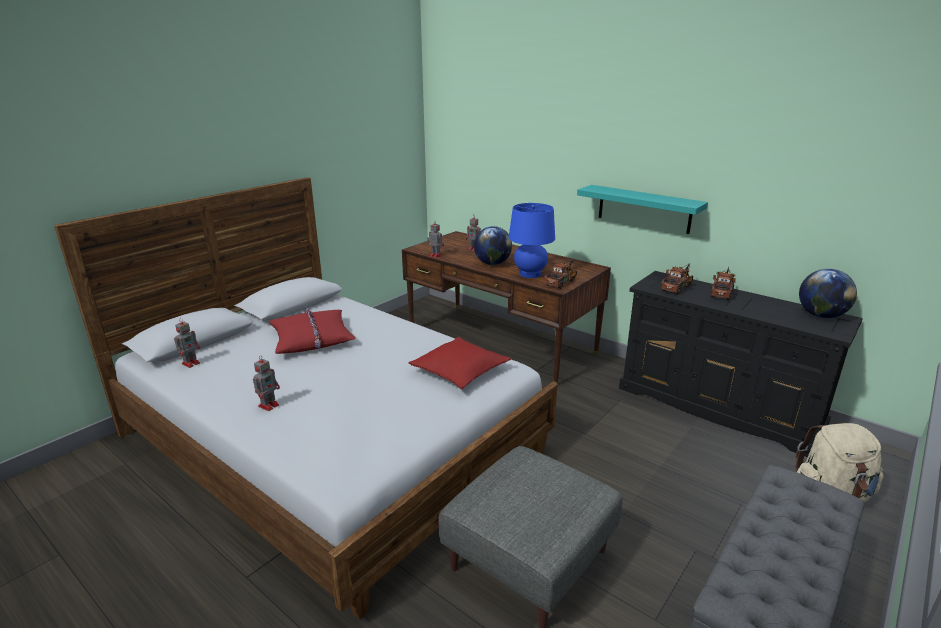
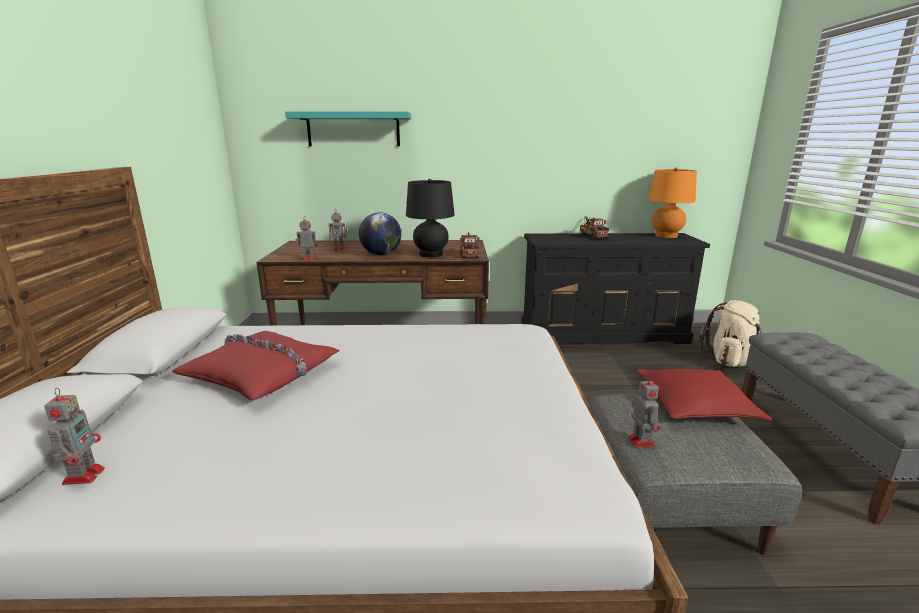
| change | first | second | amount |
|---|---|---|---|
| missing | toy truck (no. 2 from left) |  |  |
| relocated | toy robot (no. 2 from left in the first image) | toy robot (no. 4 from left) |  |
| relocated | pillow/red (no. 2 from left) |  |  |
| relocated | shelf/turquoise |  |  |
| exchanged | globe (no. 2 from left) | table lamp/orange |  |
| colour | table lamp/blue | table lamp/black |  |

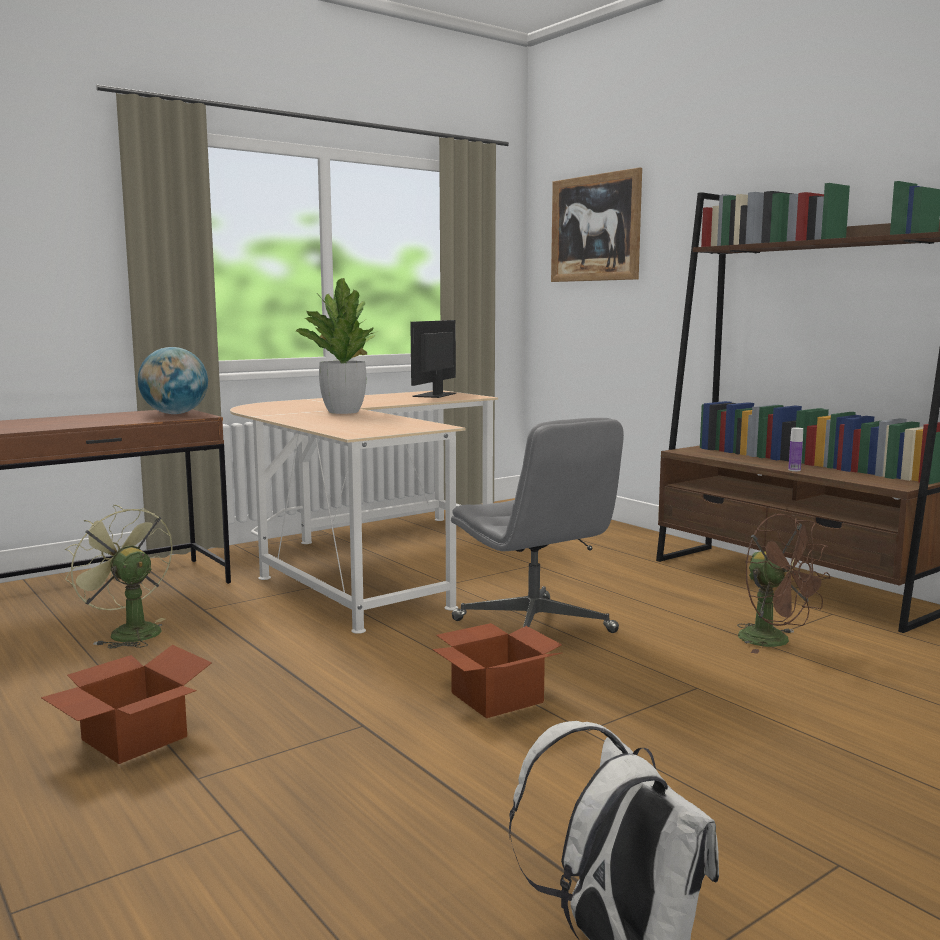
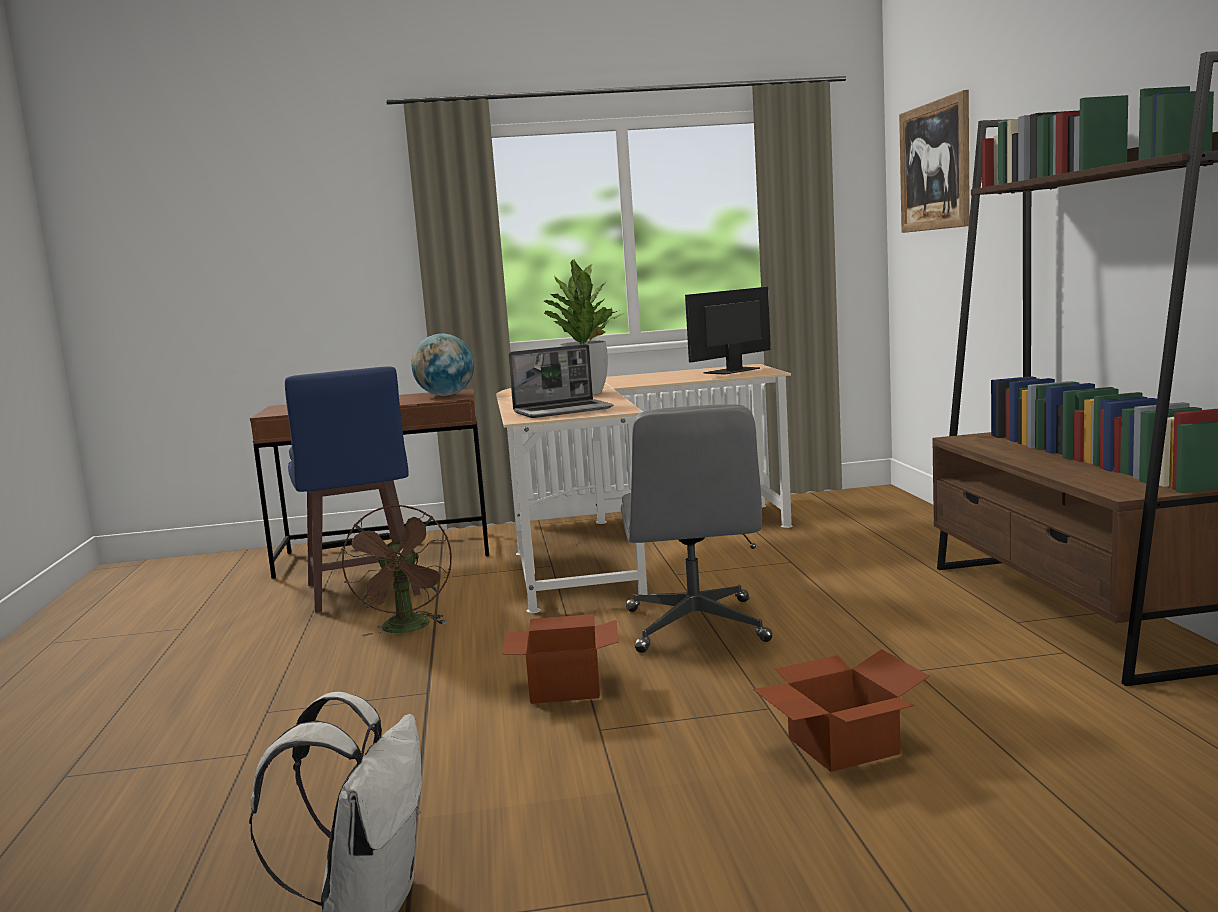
| change | first | second | amount |
|---|---|---|---|
| missing | bottle |  |  |
| appeared |  | laptop |  |
| relocated | cardboard box (no. 1 from left in the first image) | cardboard box (no. 2 from left) |  |
| relocated | fan/brown |  |  |
| exchanged | fan/green | stool/blue |  |

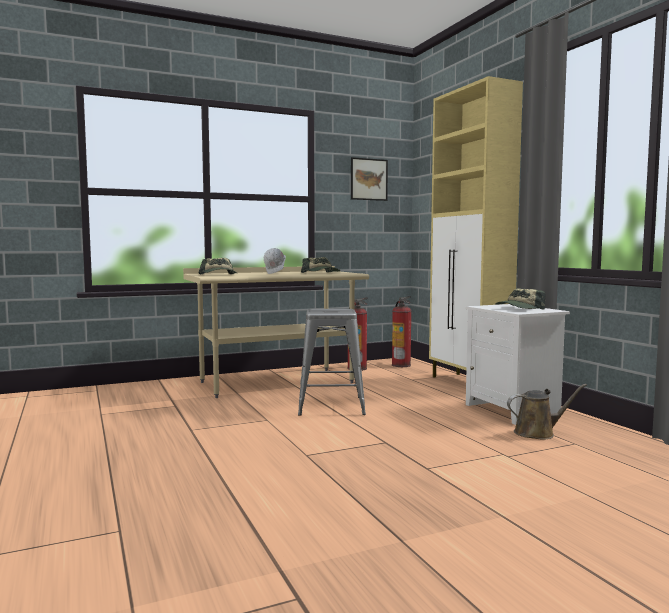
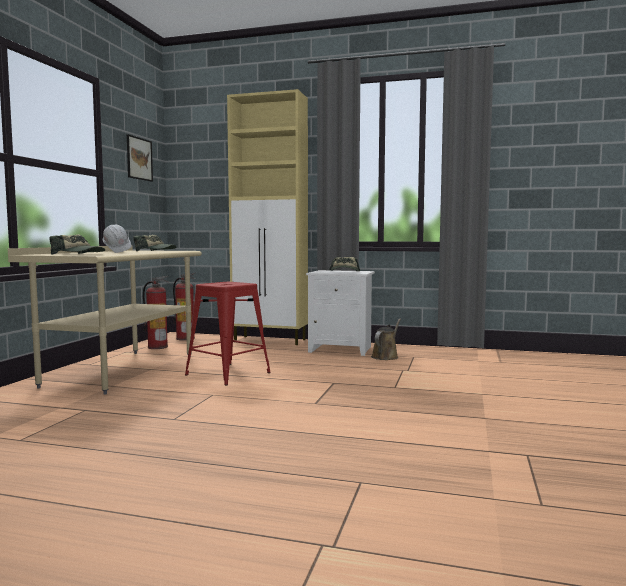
| change | first | second | amount |
|---|---|---|---|
| colour | stool/grey | stool/red |  |

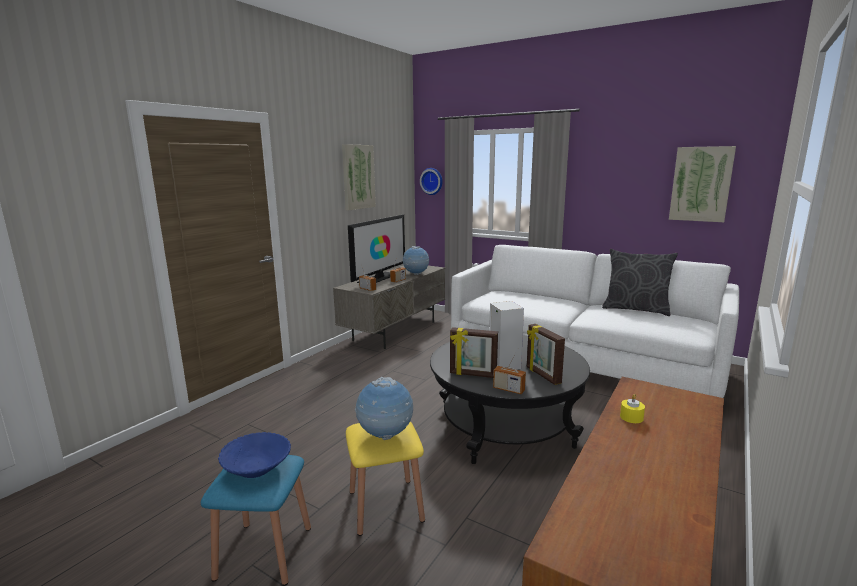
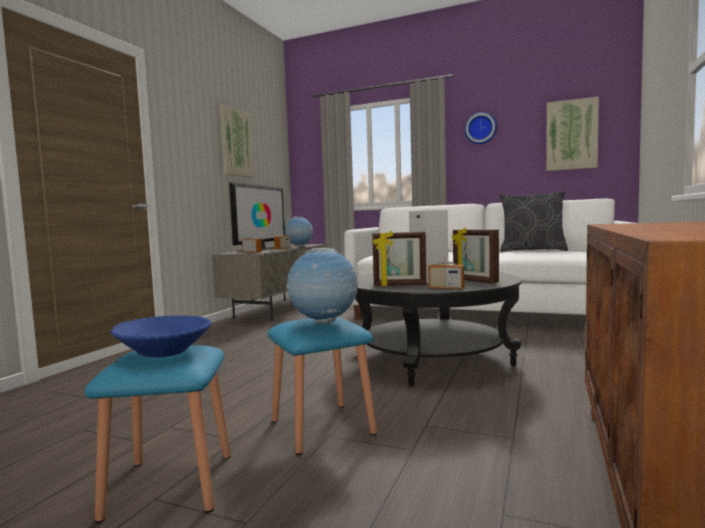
| change | first | second | amount |
|---|---|---|---|
| missing | candle/yellow |  |  |
| relocated | wall clock |  |  |
| colour | stool/yellow | stool/blue (no. 2 from left) |  |

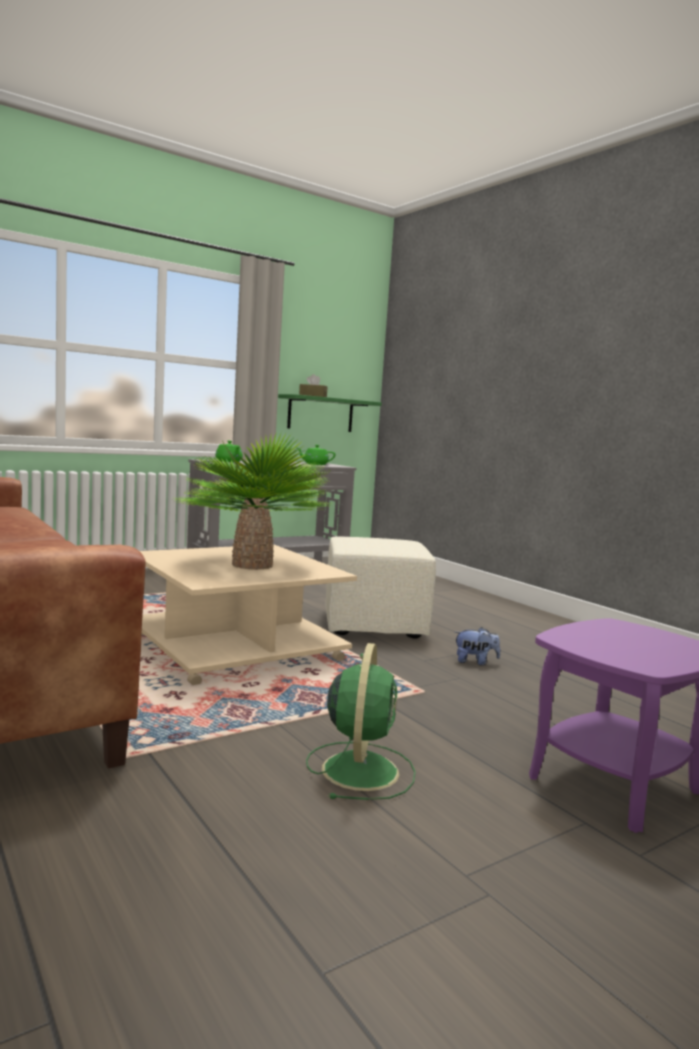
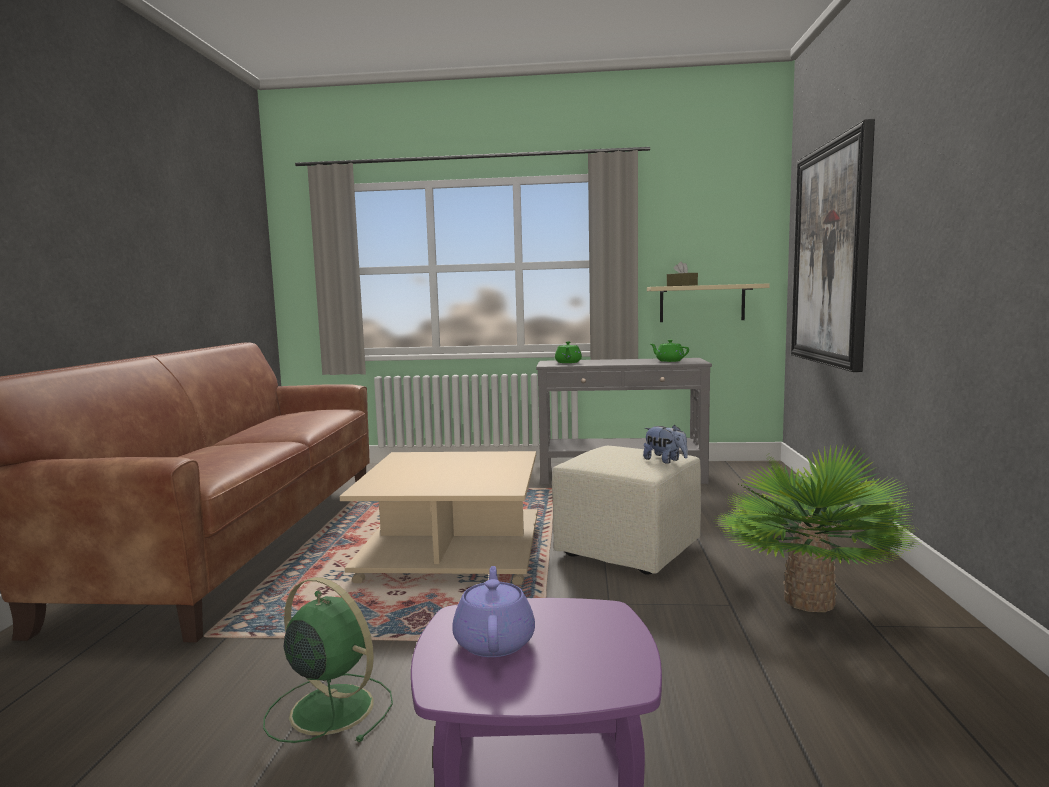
| change | first | second | amount |
|---|---|---|---|
| appeared |  | teapot/purple |  |
| appeared |  | picture |  |
| relocated | potted plant |  |  |
| relocated | plush toy |  |  |
| colour | shelf/green | shelf/beige |  |
| spun | fan/green |  | 105 degrees counterclockwise |

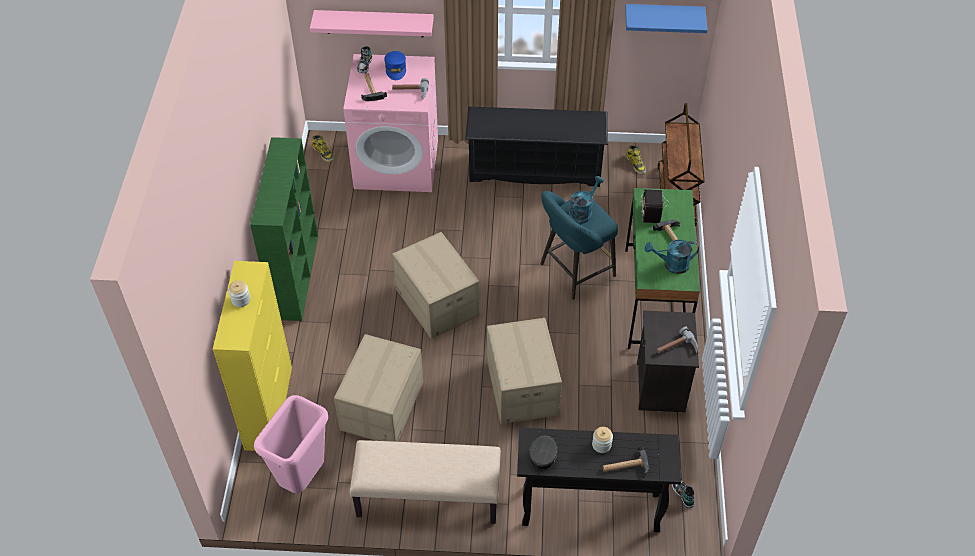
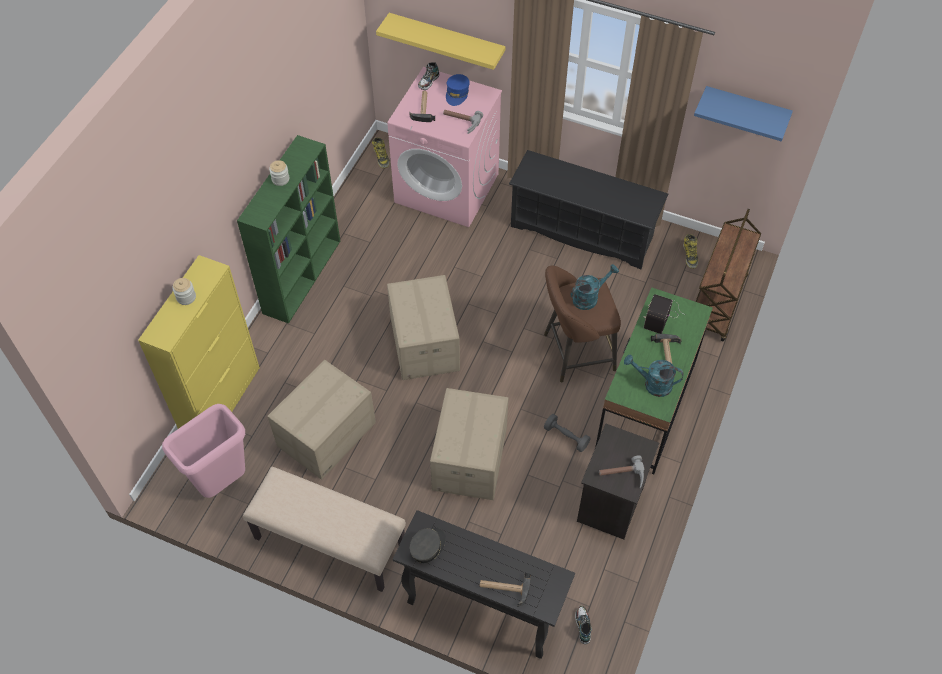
| change | first | second | amount |
|---|---|---|---|
| appeared |  | dumbbell/grey |  |
| relocated | jar (no. 2 from left) |  |  |
| colour | shelf/pink | shelf/yellow |  |
| colour | stool/turquoise | stool/brown |  |

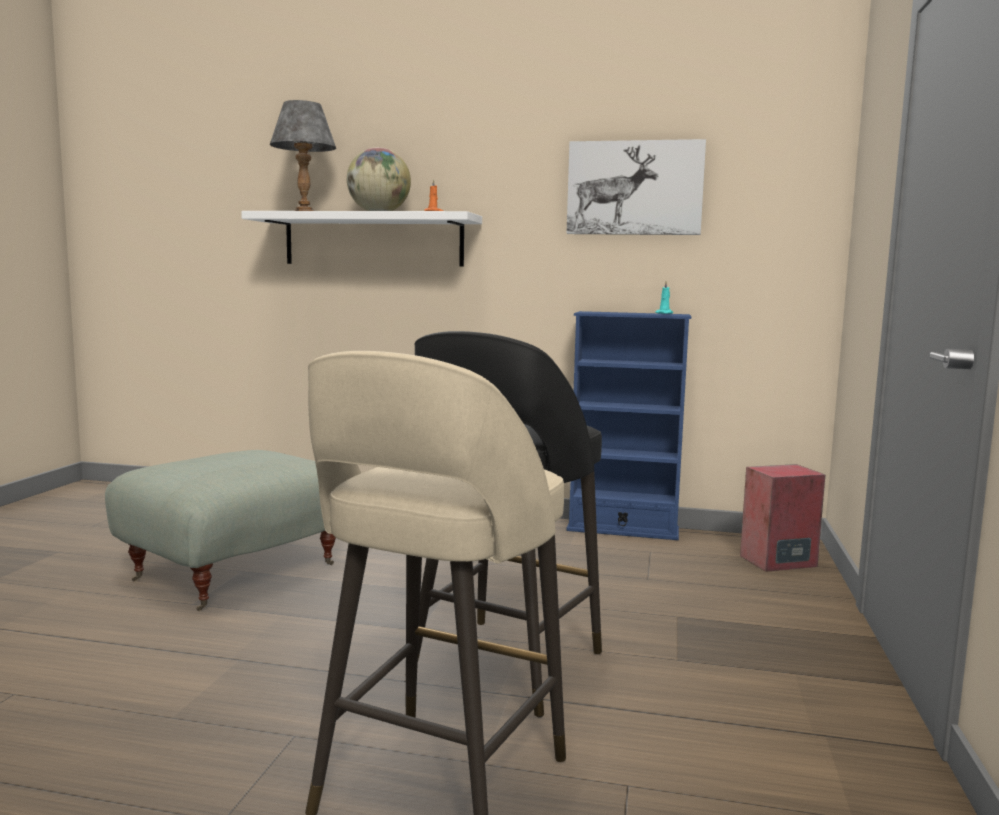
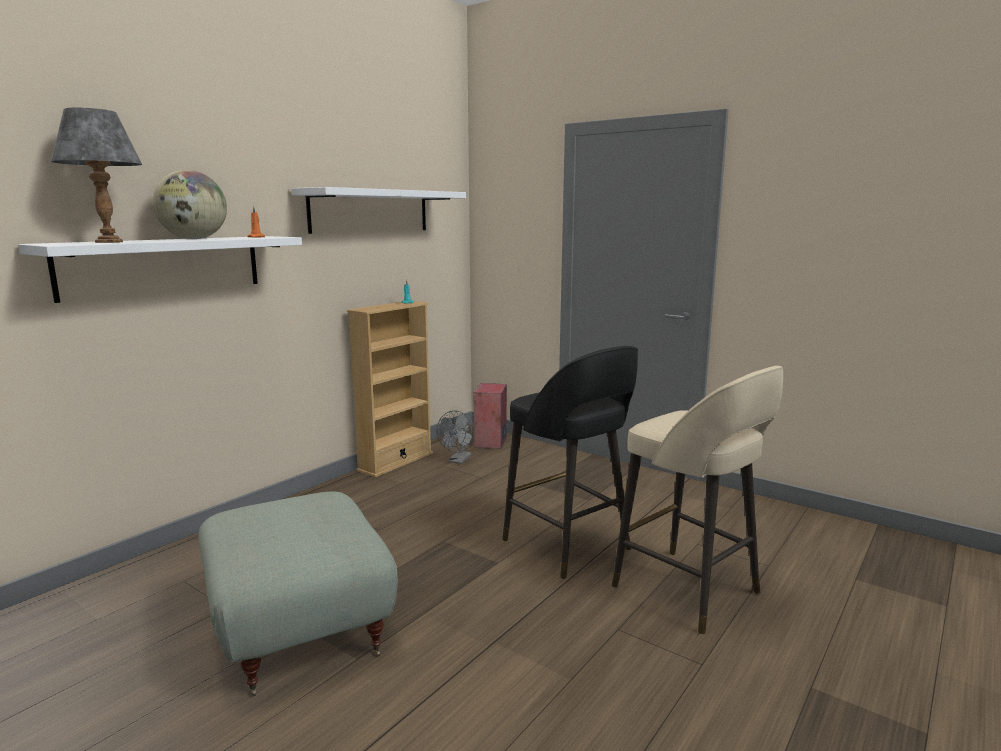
| change | first | second | amount |
|---|---|---|---|
| appeared |  | fan/grey |  |
| exchanged | picture | shelf/white (no. 2 from left) |  |
| colour | bookcase/blue | bookcase/beige |  |

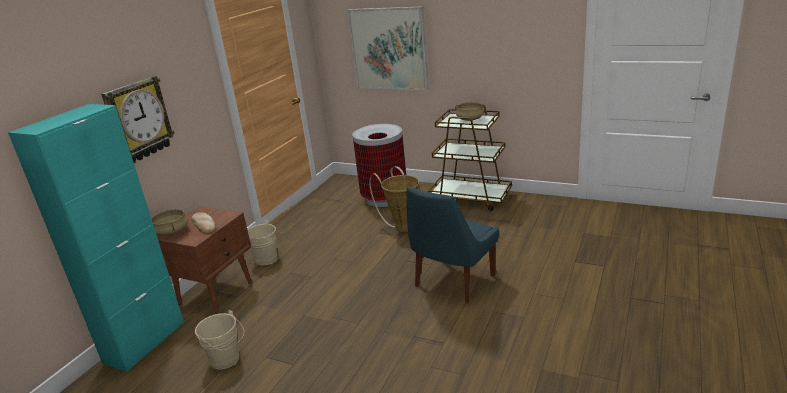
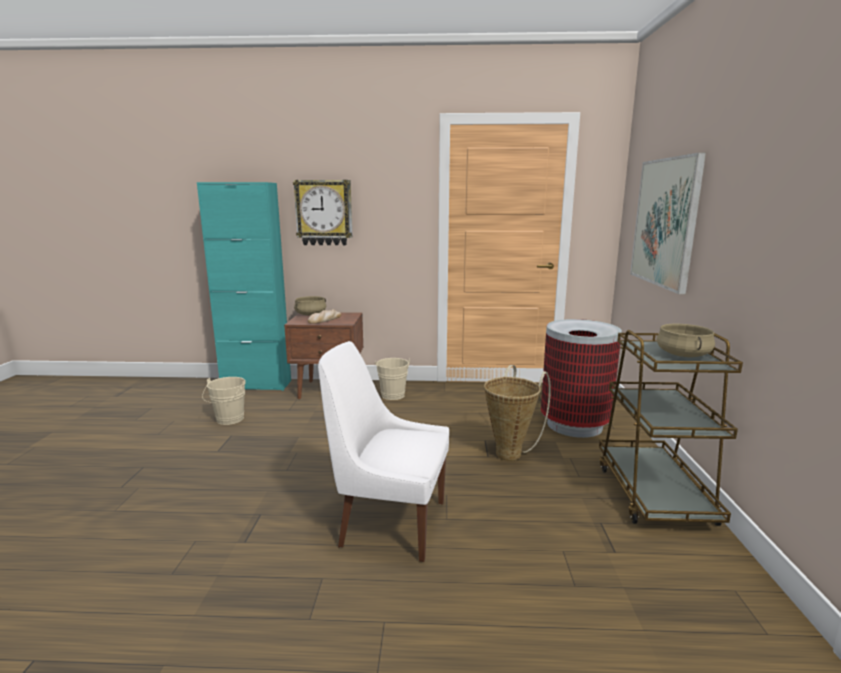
| change | first | second | amount |
|---|---|---|---|
| colour | chair/blue | chair/white |  |

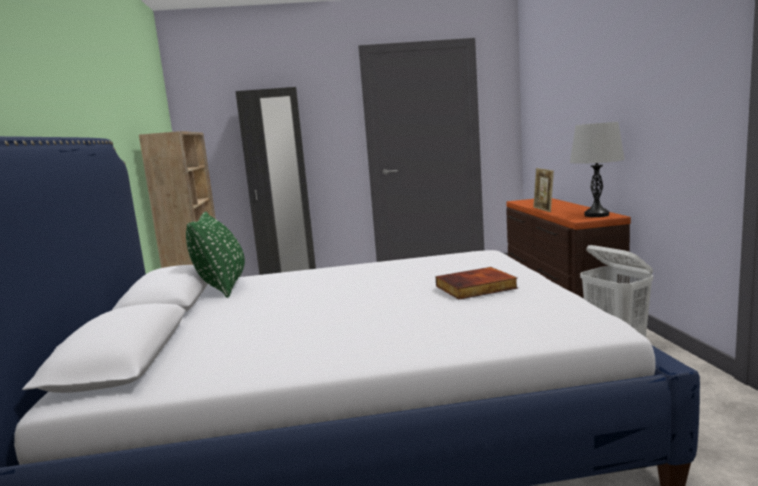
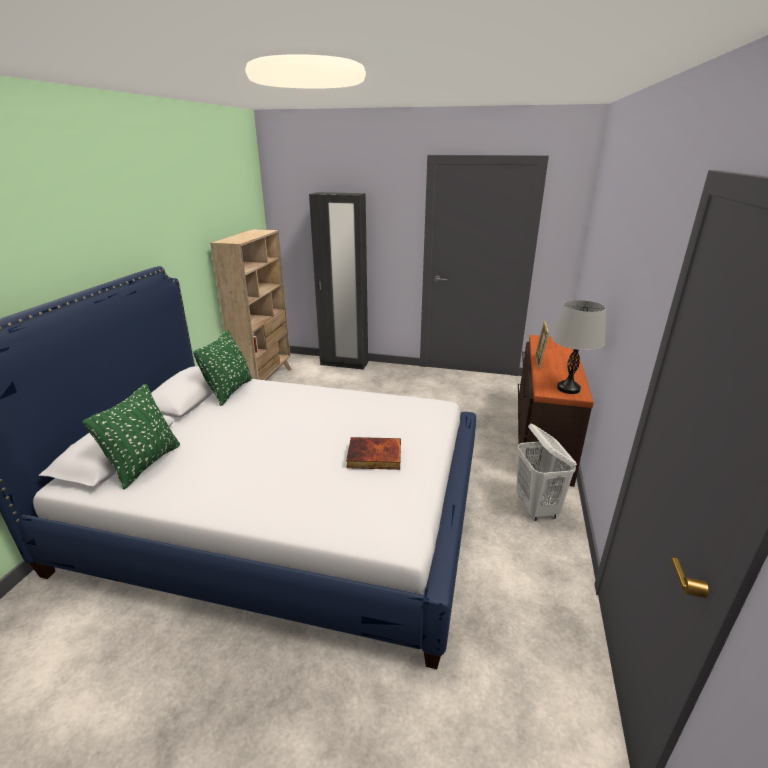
| change | first | second | amount |
|---|---|---|---|
| appeared |  | pillow/green (no. 1 from left) |  |

